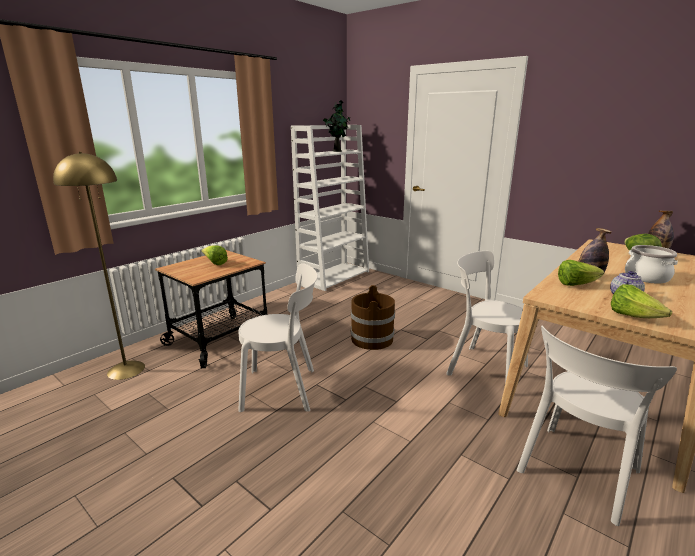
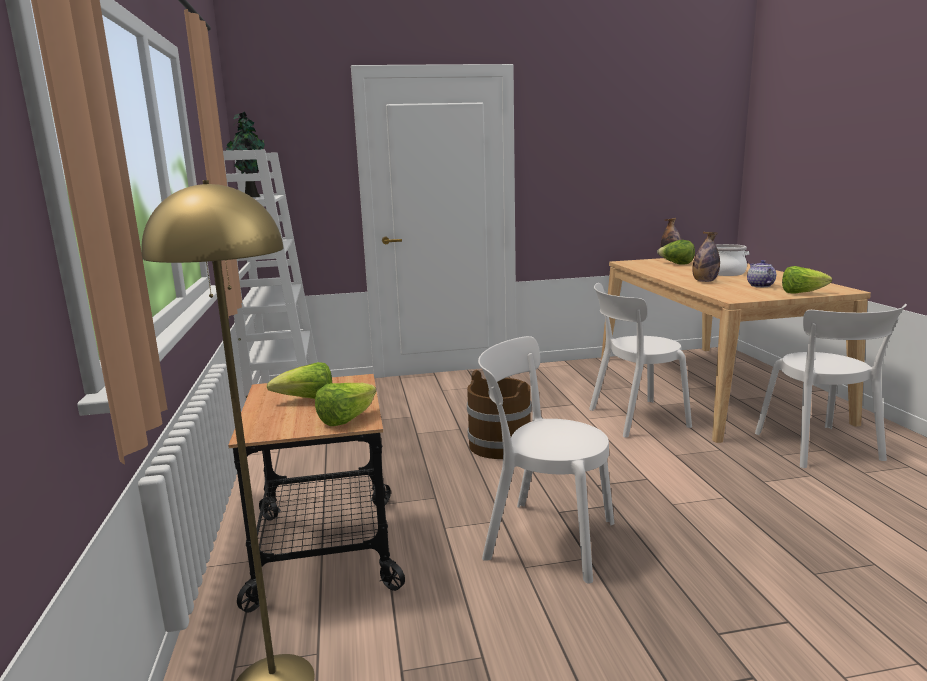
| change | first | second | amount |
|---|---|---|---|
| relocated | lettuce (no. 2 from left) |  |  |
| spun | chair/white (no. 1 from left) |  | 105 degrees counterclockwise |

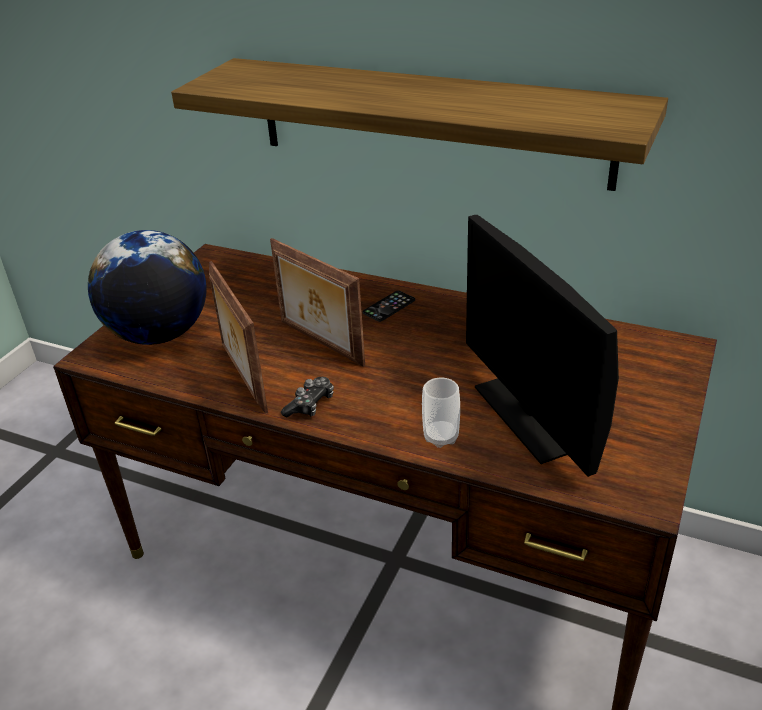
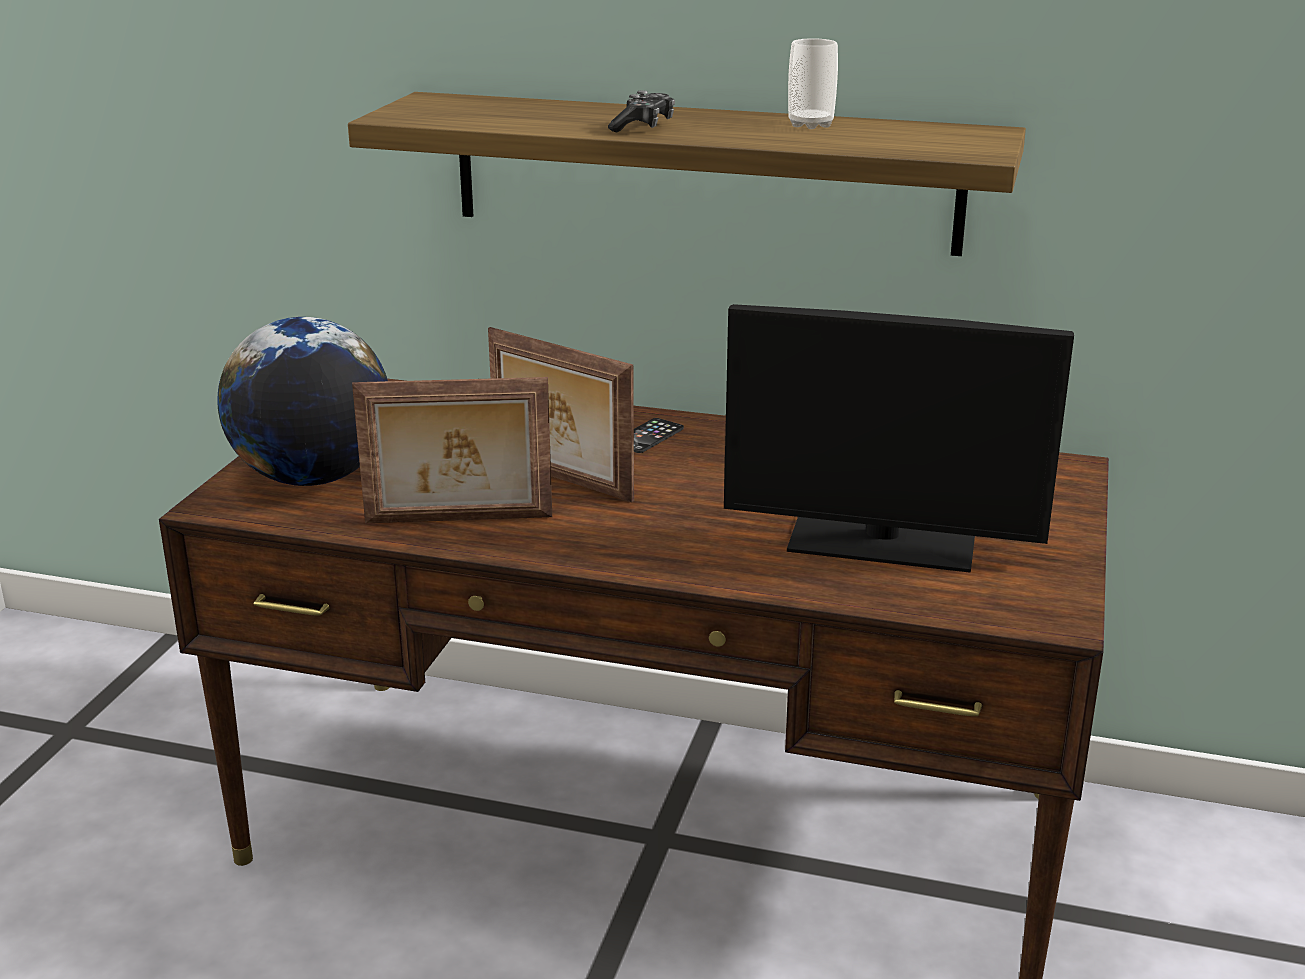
| change | first | second | amount |
|---|---|---|---|
| relocated | game controller |  |  |
| relocated | cup |  |  |
| spun | picture frame (no. 1 from left) |  | 60 degrees counterclockwise |
| spun | monitor |  | 45 degrees counterclockwise |

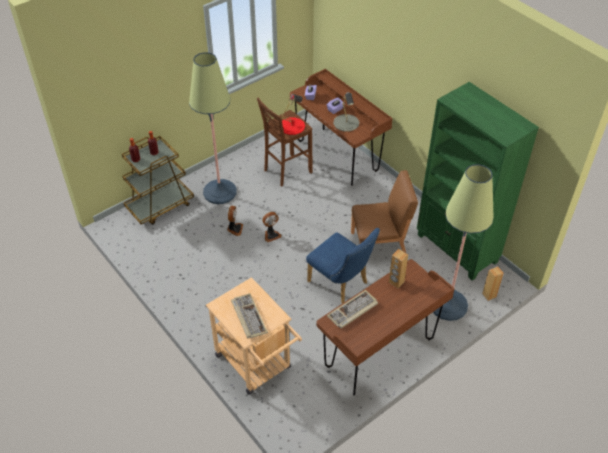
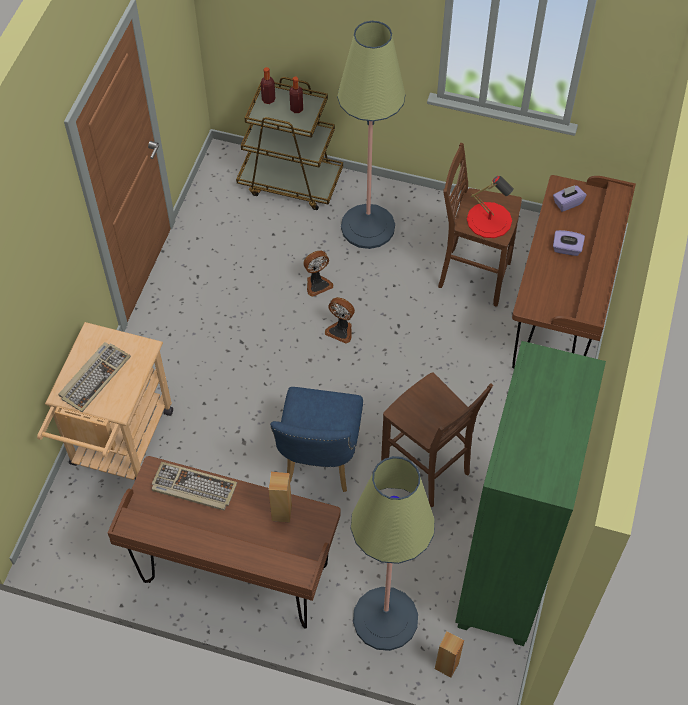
| change | first | second | amount |
|---|---|---|---|
| missing | table lamp/grey |  |  |
| exchanged | chair/brown | stool/brown (no. 1 from left) |  |

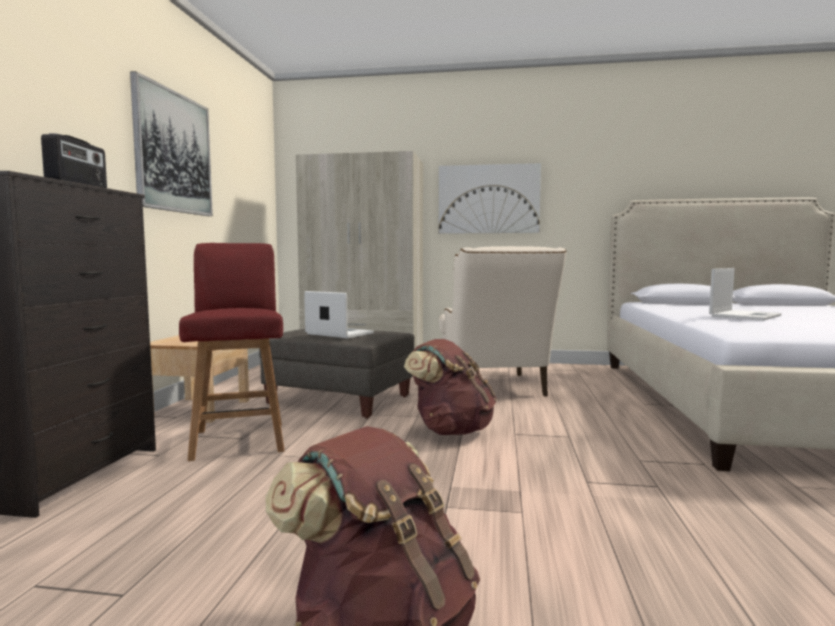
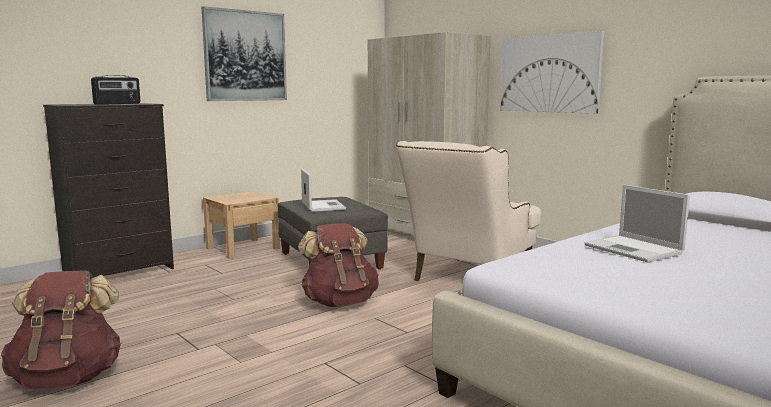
| change | first | second | amount |
|---|---|---|---|
| missing | chair/red |  |  |
| spun | laptop (no. 2 from left) |  | 60 degrees clockwise |

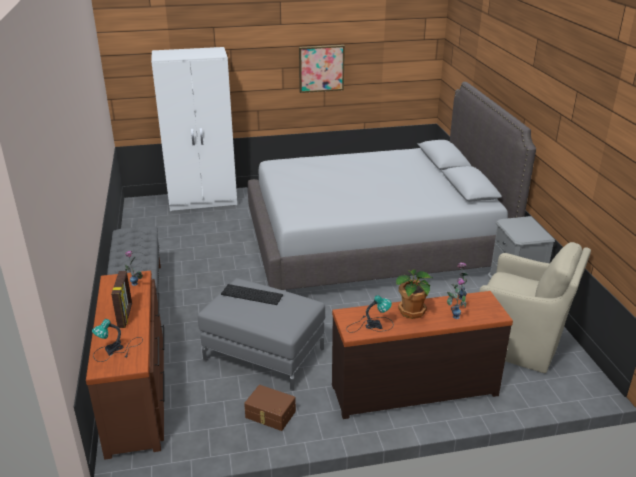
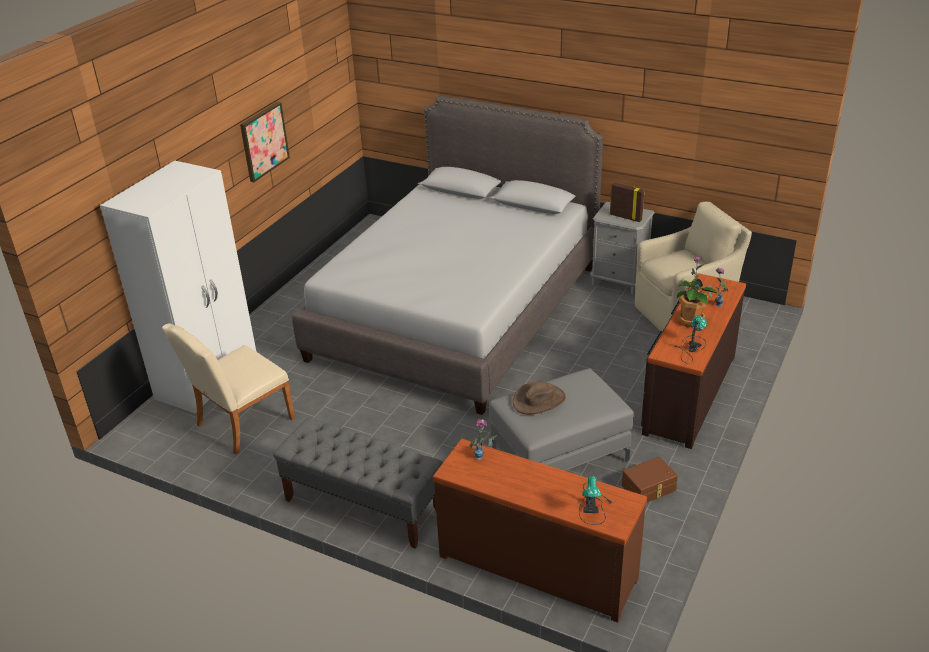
| change | first | second | amount |
|---|---|---|---|
| appeared |  | chair/beige |  |
| relocated | picture frame |  |  |
| exchanged | keyboard | hat/brown |  |

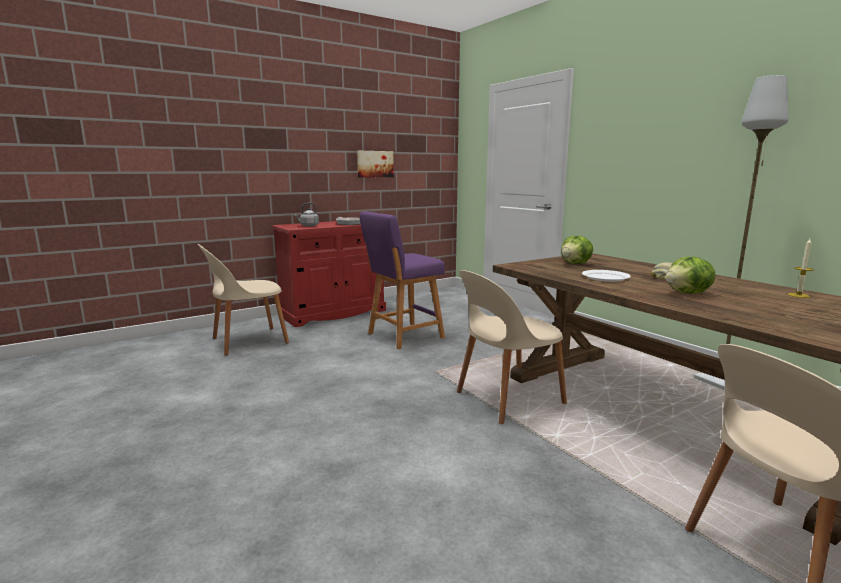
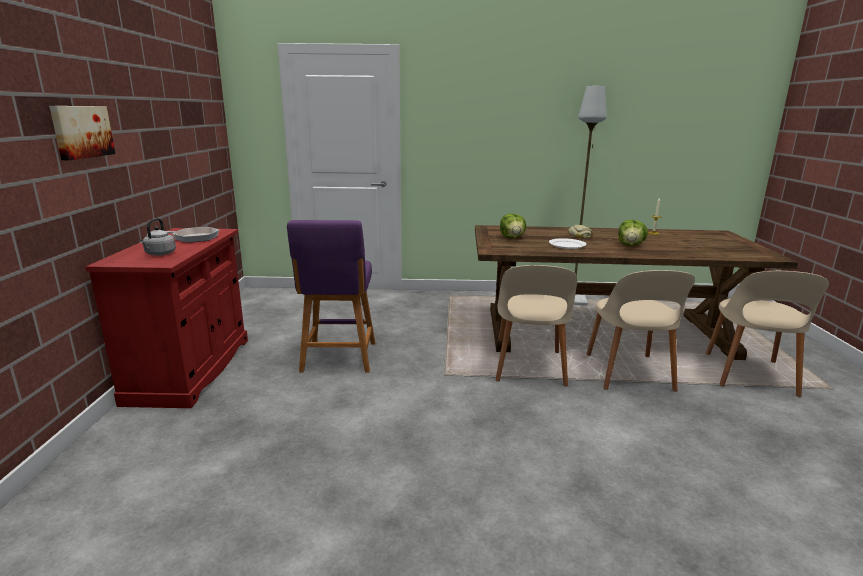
| change | first | second | amount |
|---|---|---|---|
| relocated | chair/beige (no. 1 from left in the first image) | chair/beige (no. 2 from left) |  |
| relocated | picture |  |  |

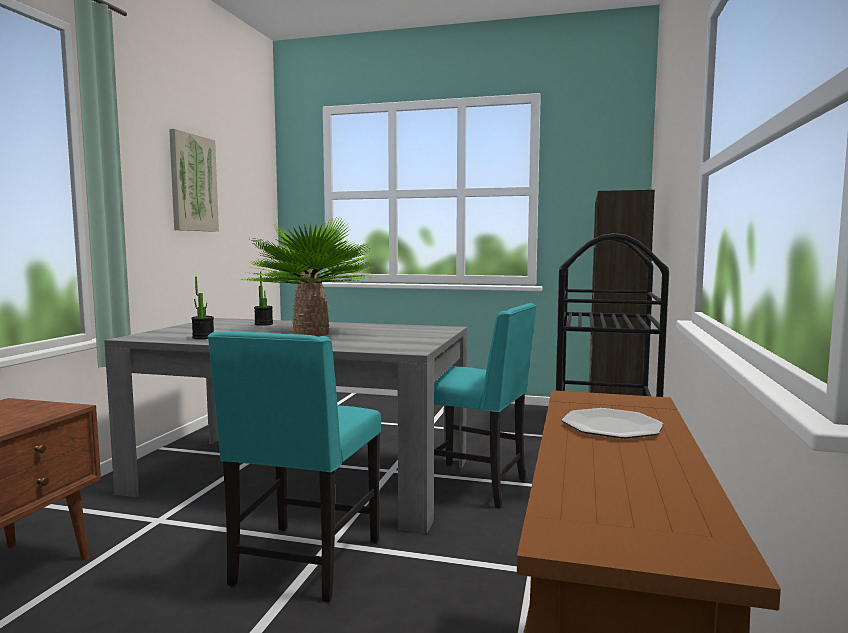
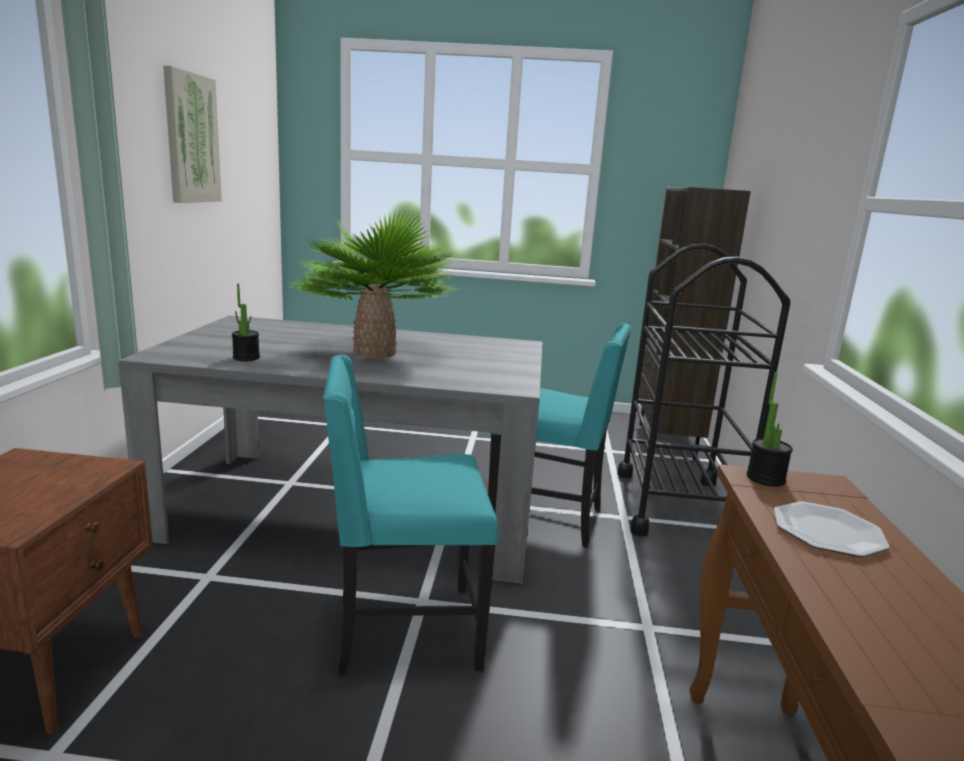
| change | first | second | amount |
|---|---|---|---|
| relocated | potted plant (no. 2 from left in the first image) | potted plant (no. 3 from left) |  |
| spun | chair/turquoise (no. 1 from left) |  | 75 degrees clockwise |

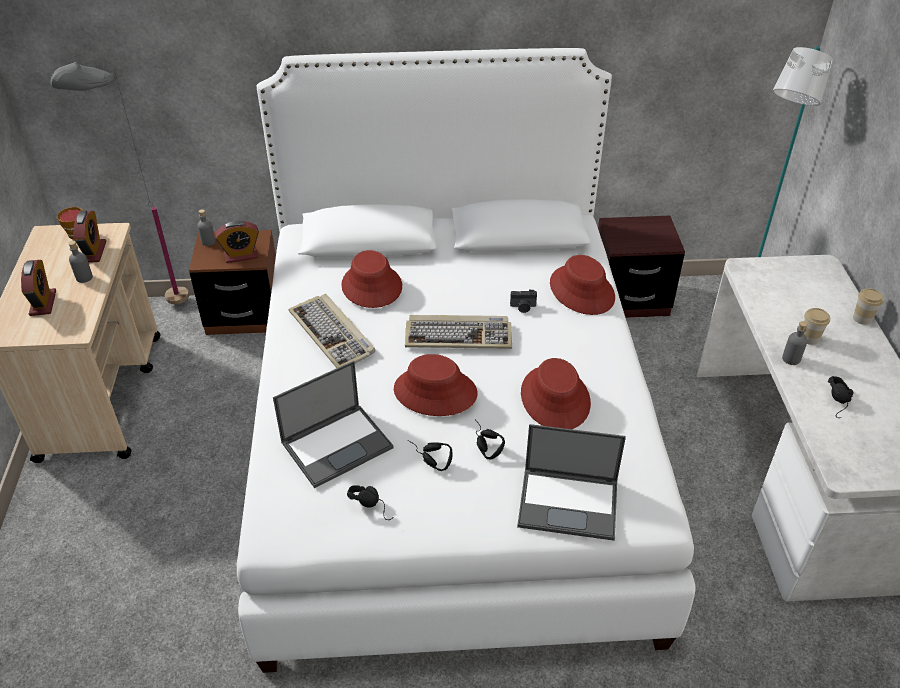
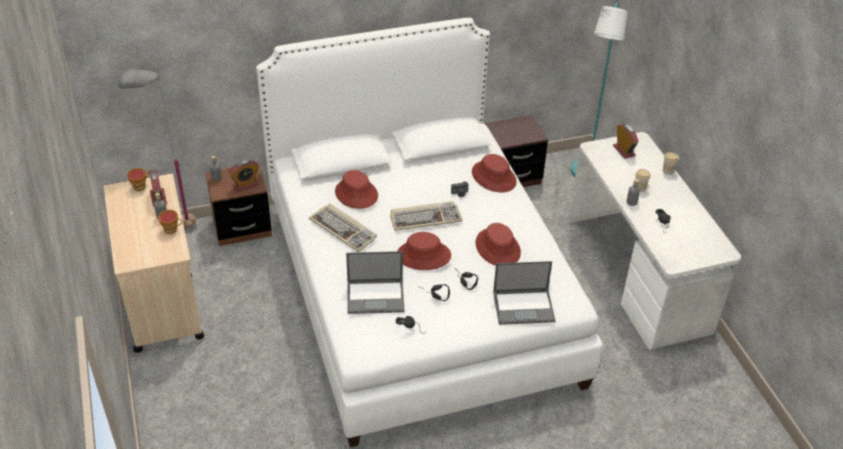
| change | first | second | amount |
|---|---|---|---|
| appeared |  | cup (no. 2 from left) |  |
| relocated | alarm clock (no. 1 from left in the first image) | alarm clock (no. 3 from left) |  |
| spun | laptop (no. 1 from left) |  | 45 degrees clockwise |

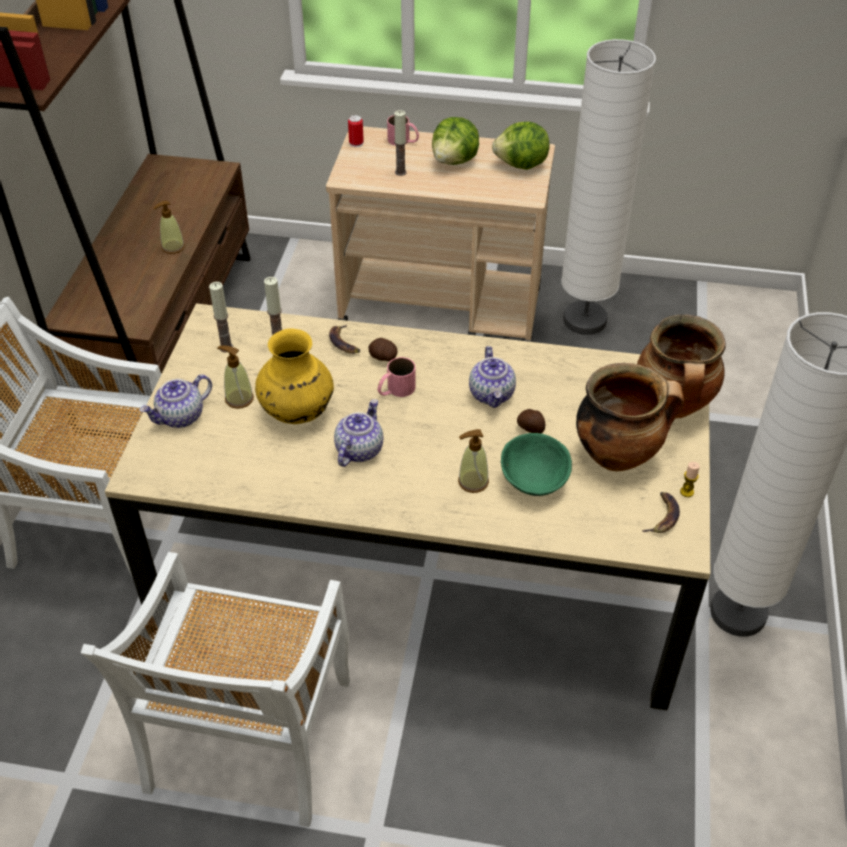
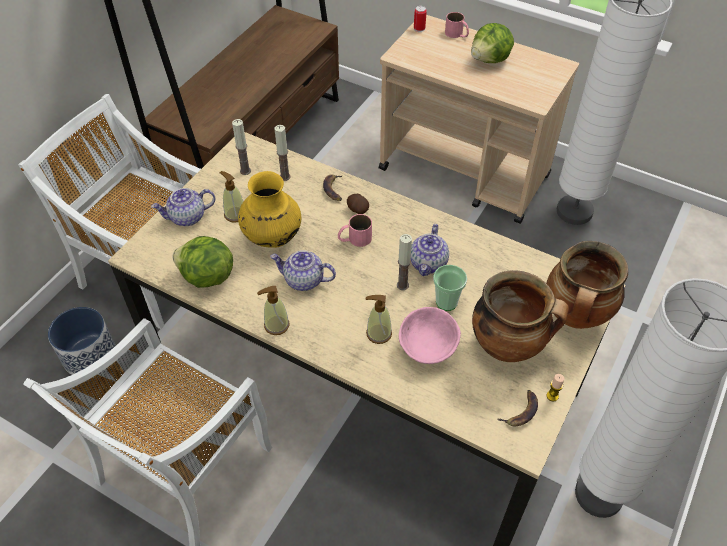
| change | first | second | amount |
|---|---|---|---|
| appeared |  | planter |  |
| relocated | soap dispenser (no. 1 from left in the first image) | soap dispenser (no. 2 from left) |  |
| relocated | candle (no. 3 from left) |  |  |
| relocated | lettuce (no. 2 from left in the first image) | lettuce (no. 1 from left) |  |
| exchanged | potato (no. 2 from left) | cup |  |
| colour | bowl/green | bowl/pink |  |
| spun | teapot (no. 2 from left) |  | 120 degrees counterclockwise |

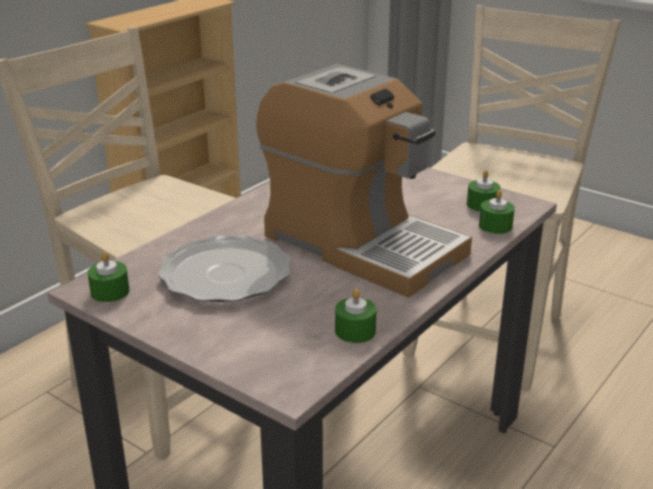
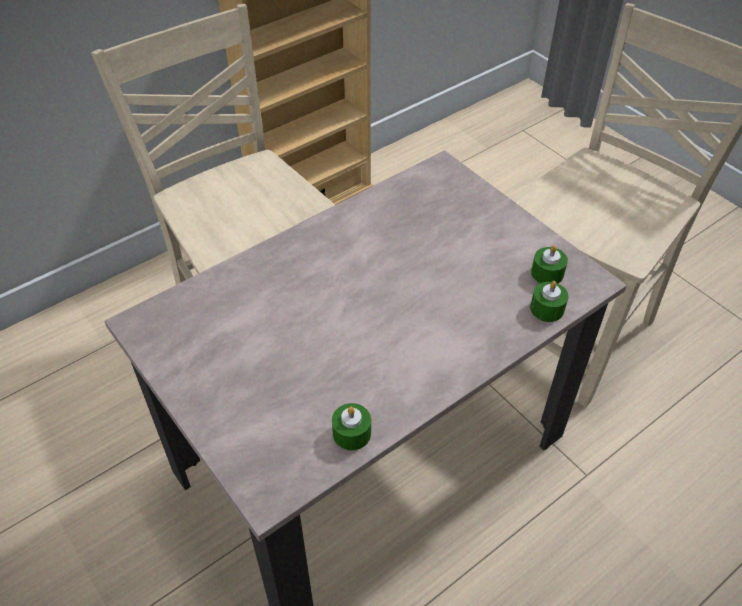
| change | first | second | amount |
|---|---|---|---|
| missing | candle/green (no. 1 from left) |  |  |
| missing | plate |  |  |
| missing | coffee machine |  |  |

